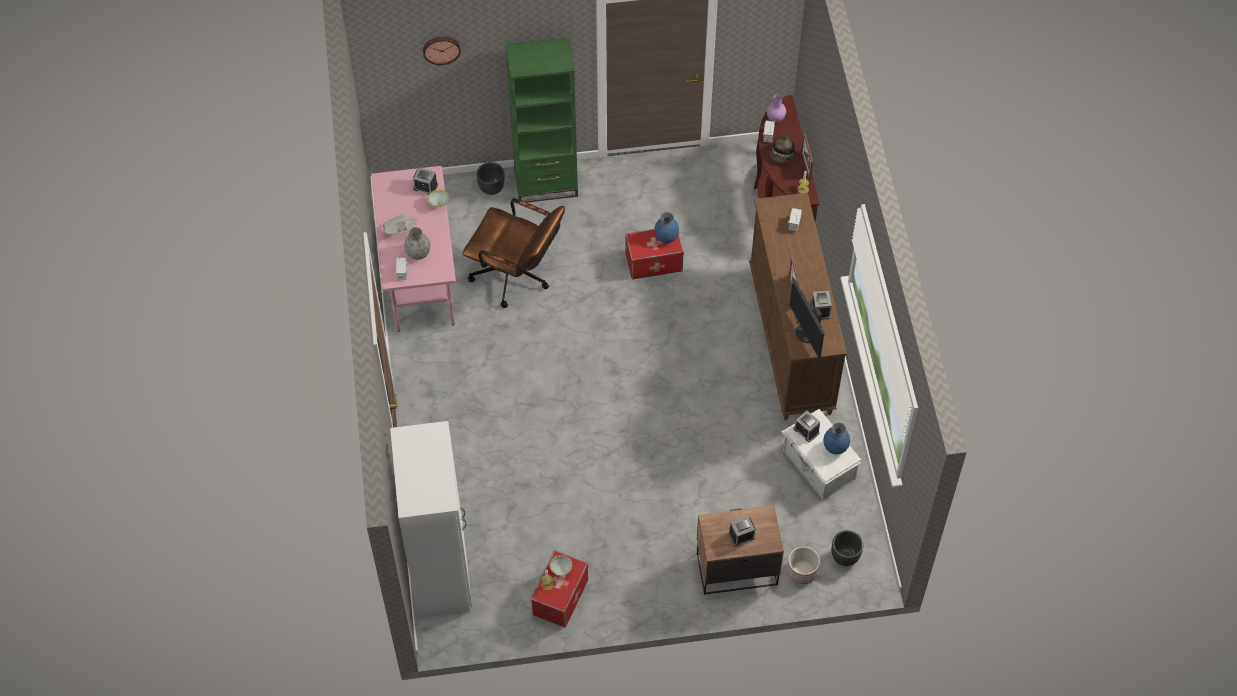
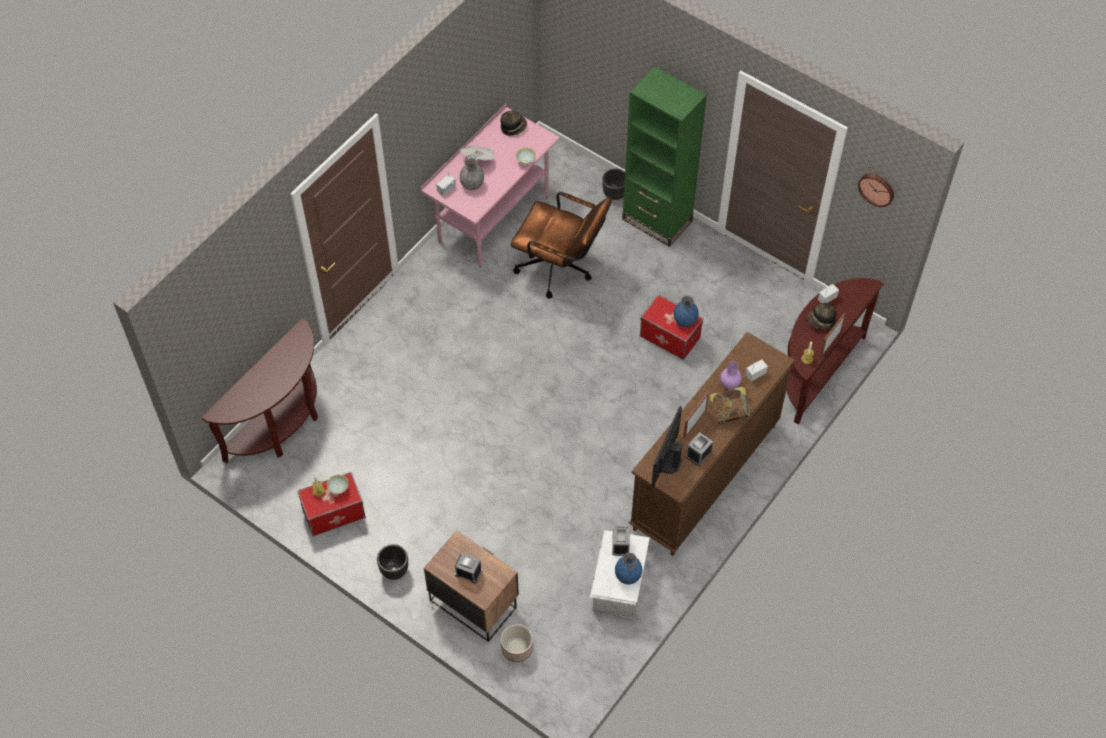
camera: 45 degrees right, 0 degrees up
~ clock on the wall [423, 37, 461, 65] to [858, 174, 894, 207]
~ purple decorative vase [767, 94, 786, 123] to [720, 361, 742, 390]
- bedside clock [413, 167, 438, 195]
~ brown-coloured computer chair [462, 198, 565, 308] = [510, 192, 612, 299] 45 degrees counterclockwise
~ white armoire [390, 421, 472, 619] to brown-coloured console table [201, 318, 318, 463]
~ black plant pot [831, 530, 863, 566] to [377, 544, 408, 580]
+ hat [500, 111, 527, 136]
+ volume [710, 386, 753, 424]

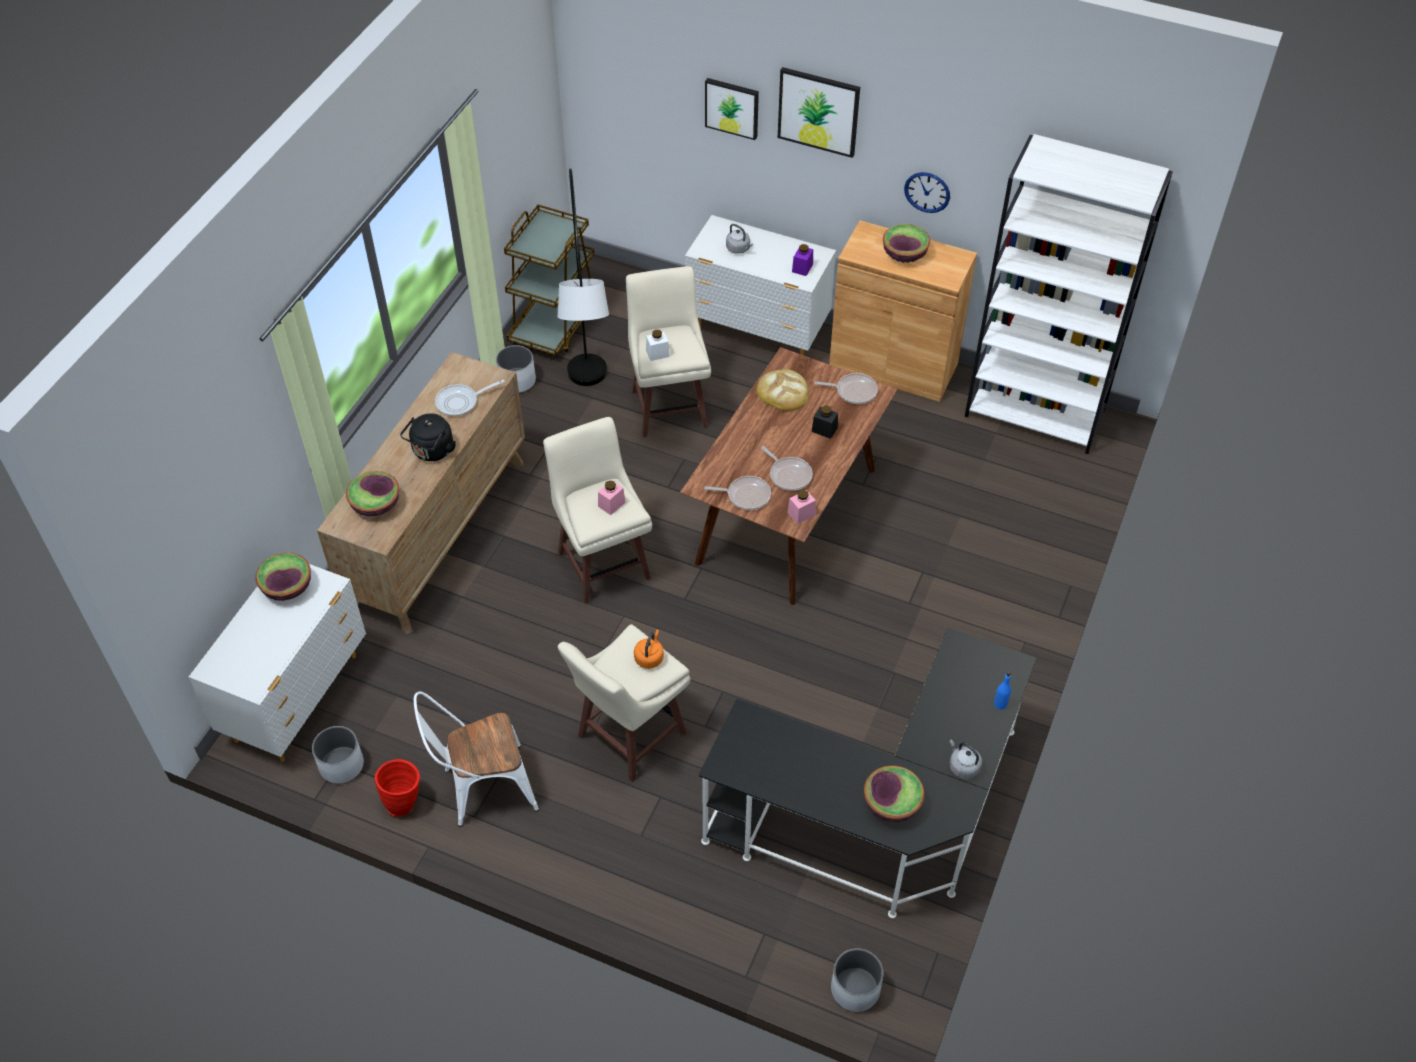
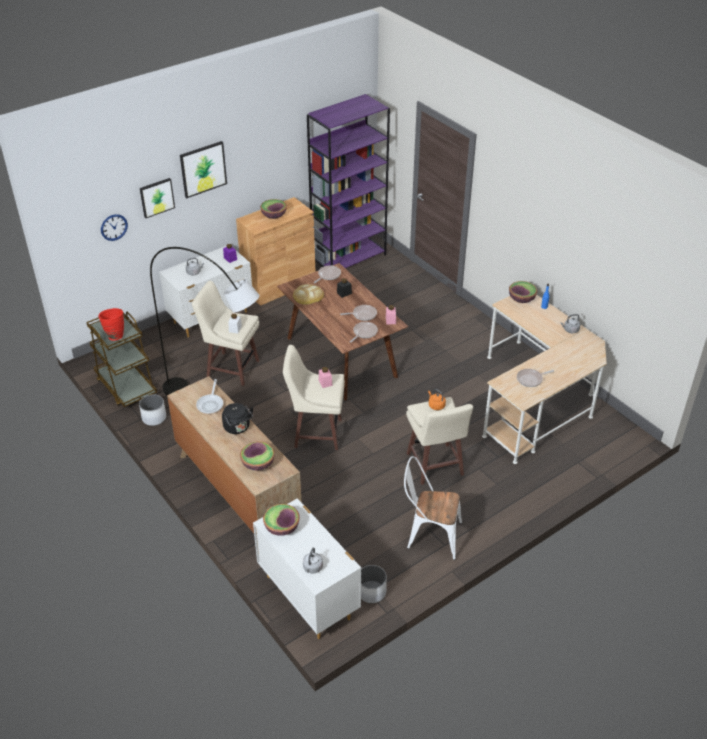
camera: 60 degrees left, 10 degrees down
~ white shelving unit [965, 134, 1173, 454] to purple shelving unit [307, 94, 390, 268]
~ clock on the wall [904, 172, 950, 213] to [101, 214, 128, 241]
~ black desk [698, 628, 1037, 918] to beige-coloured desk [482, 294, 607, 464]
~ white plain chair [414, 692, 539, 827] = [404, 456, 462, 560] 90 degrees clockwise
~ red decorative vase [375, 759, 420, 817] to [98, 308, 124, 341]
~ serving bowl [864, 765, 925, 822] to [509, 281, 537, 303]
- white plant pot [831, 949, 883, 1012]
+ skillet [517, 369, 554, 387]
+ gray tea kettle [303, 548, 323, 574]

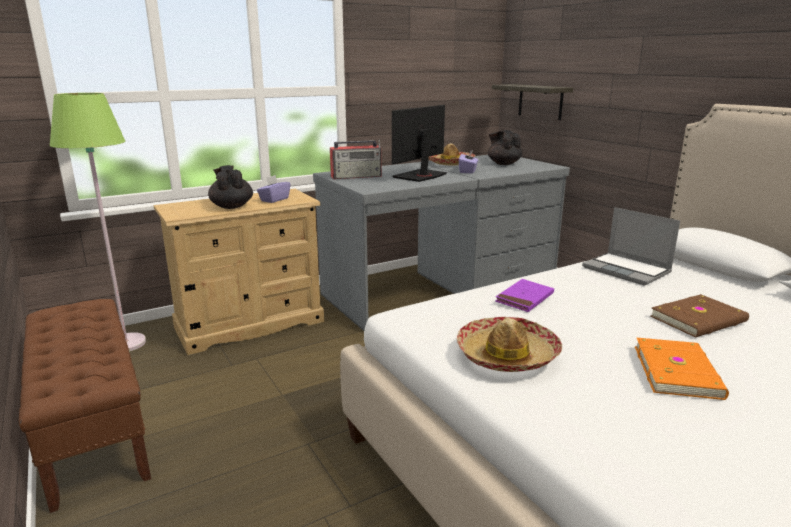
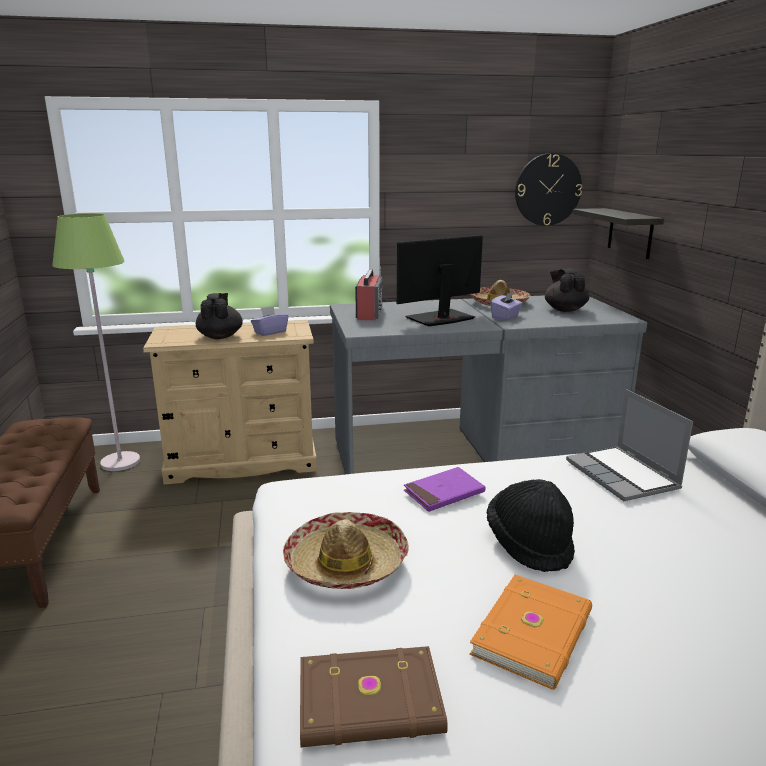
camera: 20 degrees right, 0 degrees up
~ radio receiver [330, 139, 382, 179] = [355, 267, 386, 321] 90 degrees counterclockwise
~ brown-coloured volume [650, 294, 749, 337] to [300, 646, 448, 747]
+ clock on the wall [515, 153, 582, 226]
+ black hat [487, 479, 575, 572]

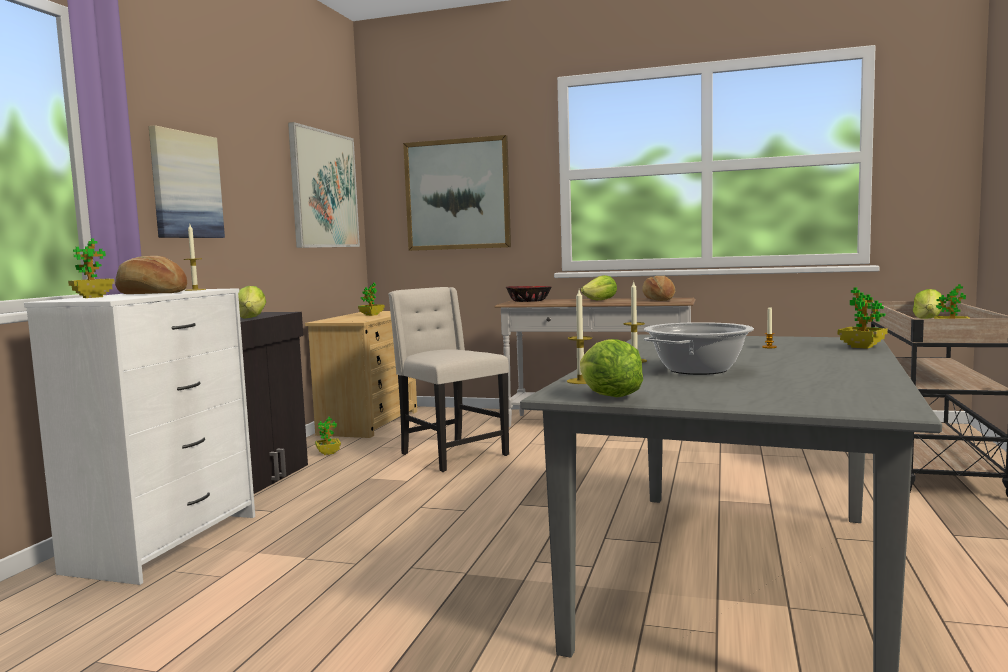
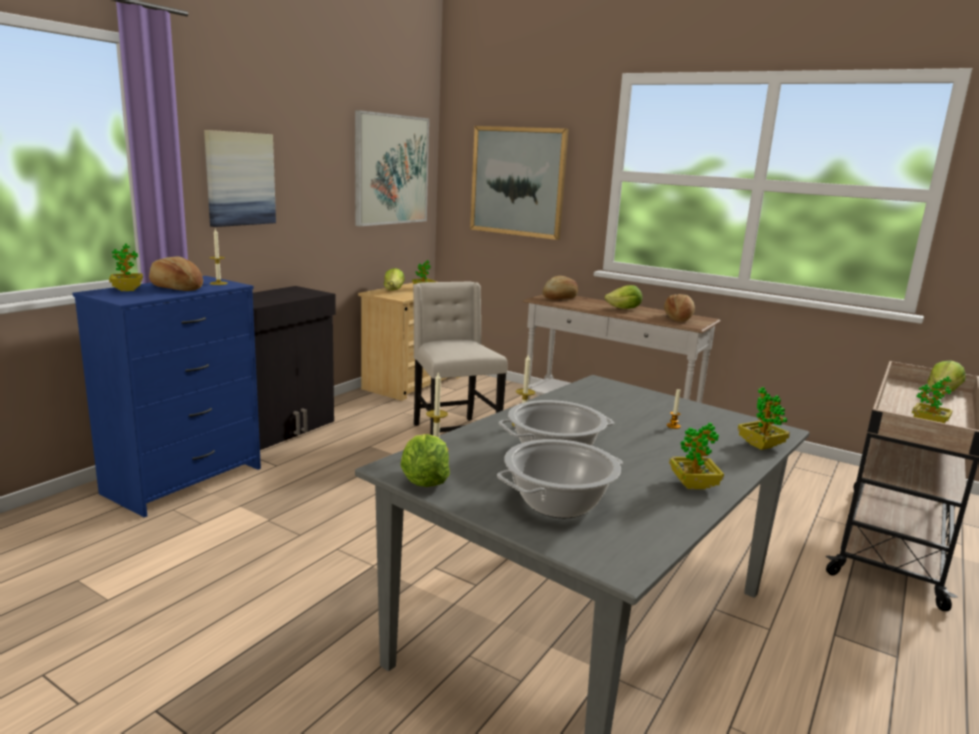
camera: 15 degrees right, 10 degrees up
~ head of lettuce [238, 286, 266, 319] to [384, 268, 405, 291]
~ serving bowl [506, 286, 551, 302] to bakery bread [542, 276, 578, 300]
~ white chest of drawers [24, 288, 255, 585] to blue-coloured chest of drawers [72, 276, 261, 517]
~ potted plant [315, 417, 341, 455] to [669, 423, 724, 489]
+ saucepot [497, 439, 623, 518]

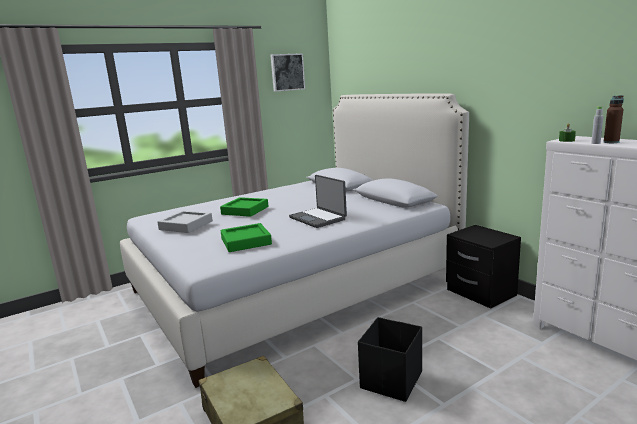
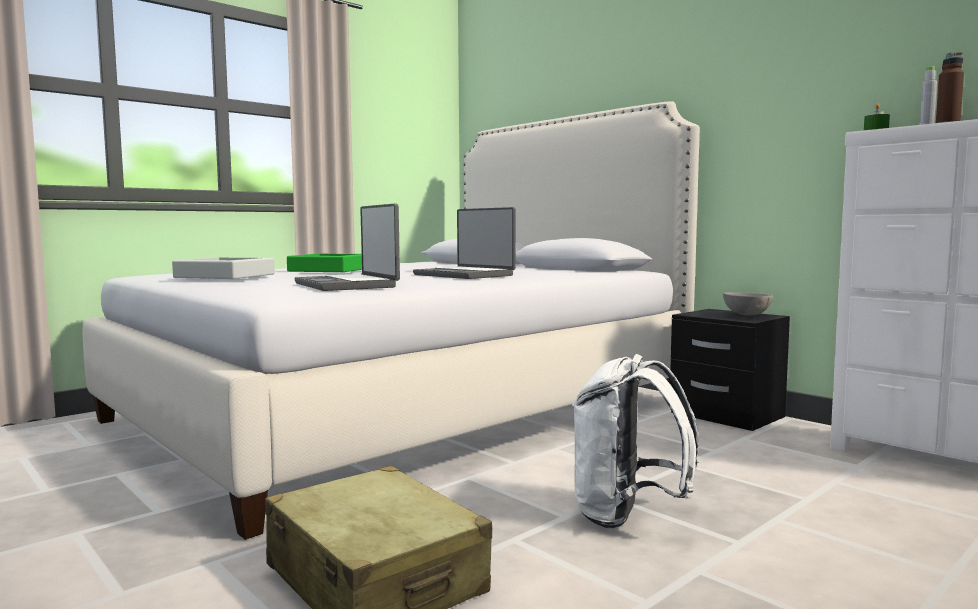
camera: 10 degrees left, 10 degrees down
- wall art [270, 53, 305, 92]
~ green-coloured tray [221, 223, 272, 252] to notebook computer [295, 204, 400, 291]
~ black storage bin [358, 317, 422, 402] to white backpack [572, 354, 699, 528]
+ gray serving bowl [723, 292, 774, 316]

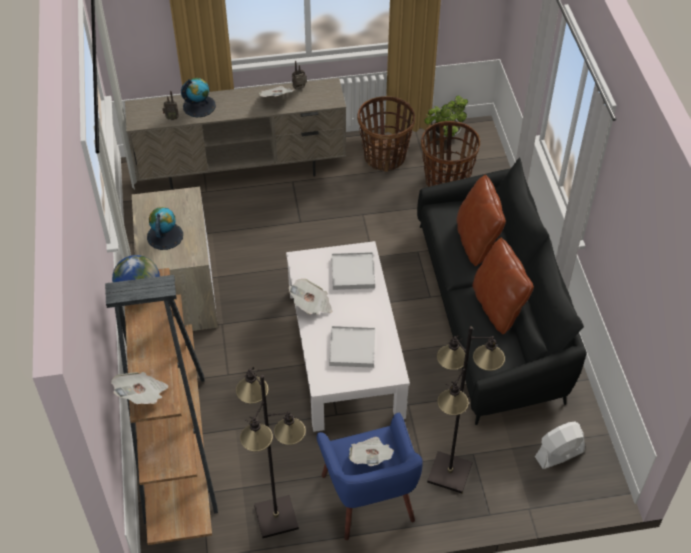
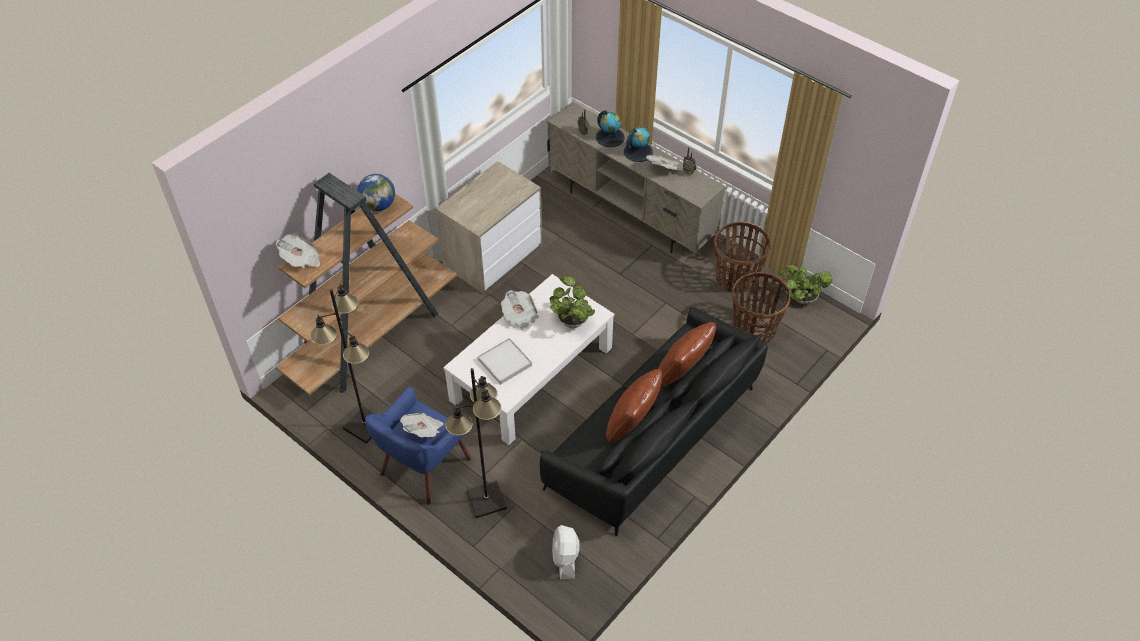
camera: 50 degrees right, 0 degrees up
~ world globe [147, 207, 183, 250] to [624, 127, 653, 162]
~ white tray [331, 252, 375, 290] to potted plant [550, 276, 595, 328]
~ white cooling fan [535, 422, 585, 469] = [552, 525, 579, 579] 120 degrees counterclockwise

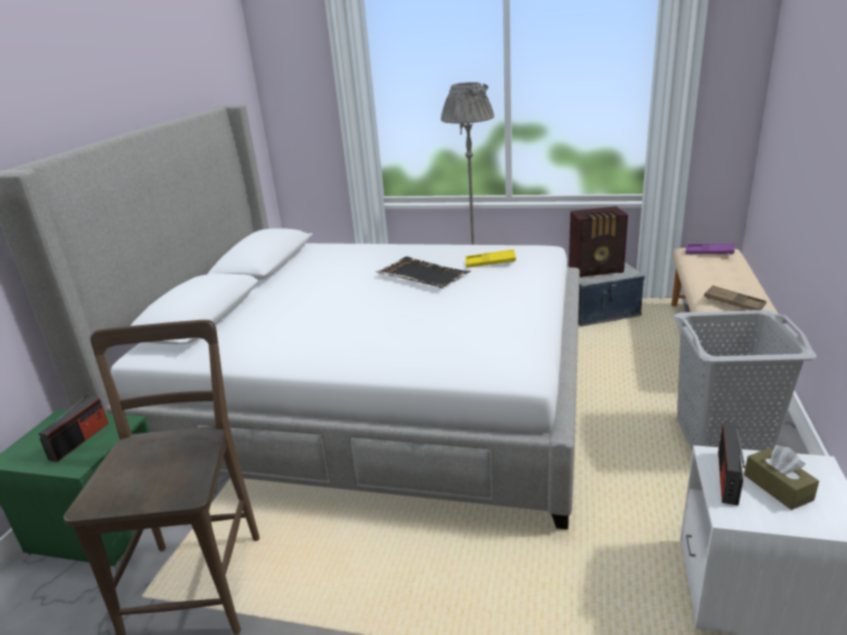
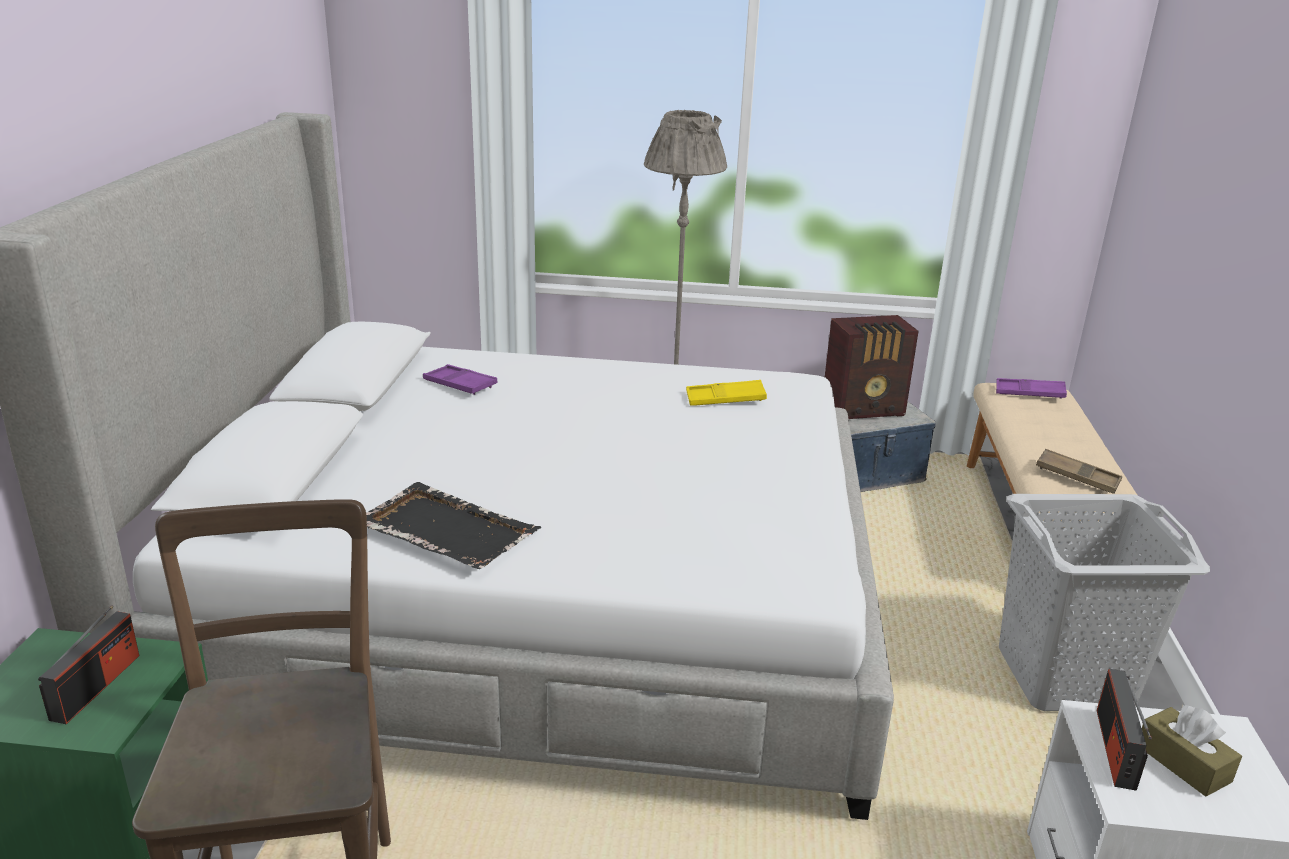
camera: 10 degrees left, 0 degrees up
~ black tray [376, 257, 471, 288] to [366, 482, 541, 569]
+ purple tray [423, 364, 498, 395]

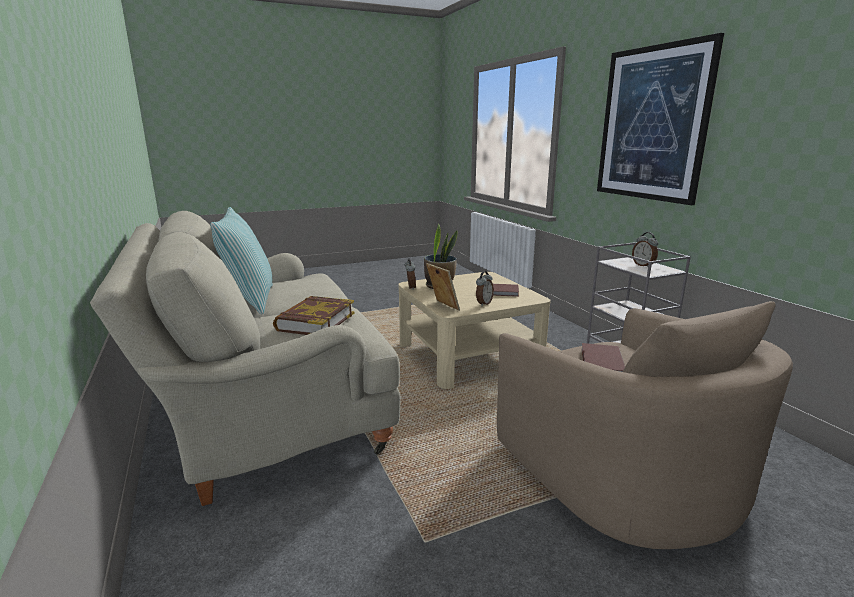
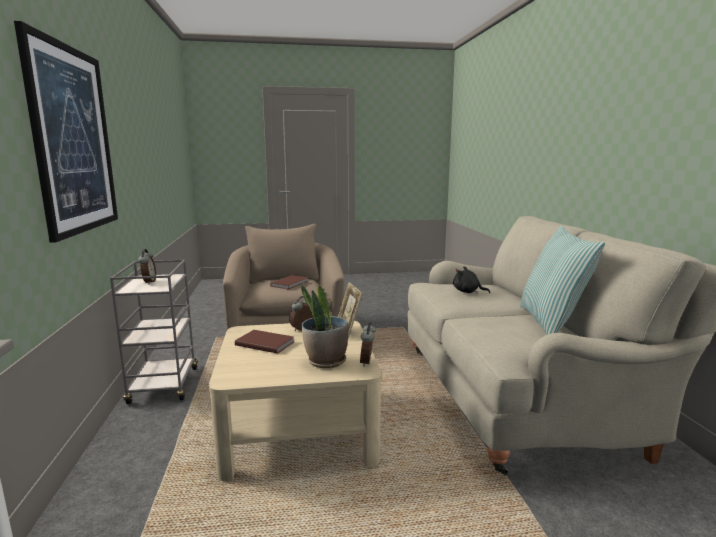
camera: 165 degrees left, 5 degrees down
~ volume [273, 296, 355, 335] to black soft toy [453, 266, 490, 294]

